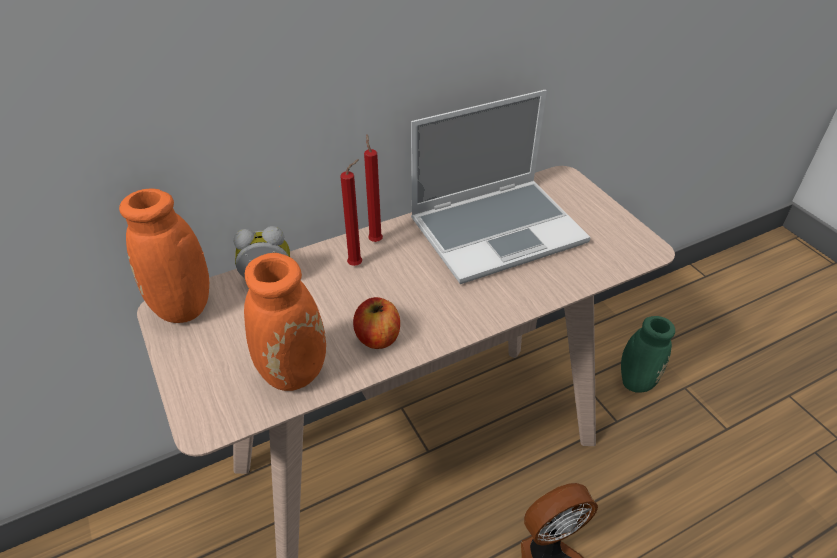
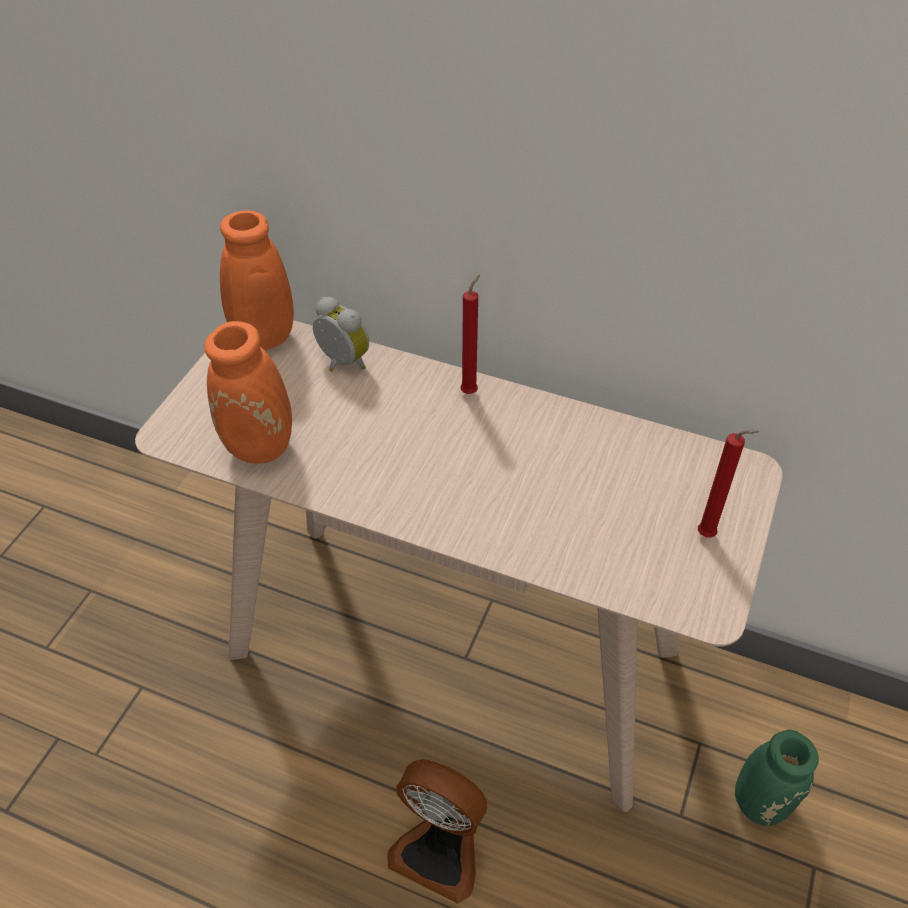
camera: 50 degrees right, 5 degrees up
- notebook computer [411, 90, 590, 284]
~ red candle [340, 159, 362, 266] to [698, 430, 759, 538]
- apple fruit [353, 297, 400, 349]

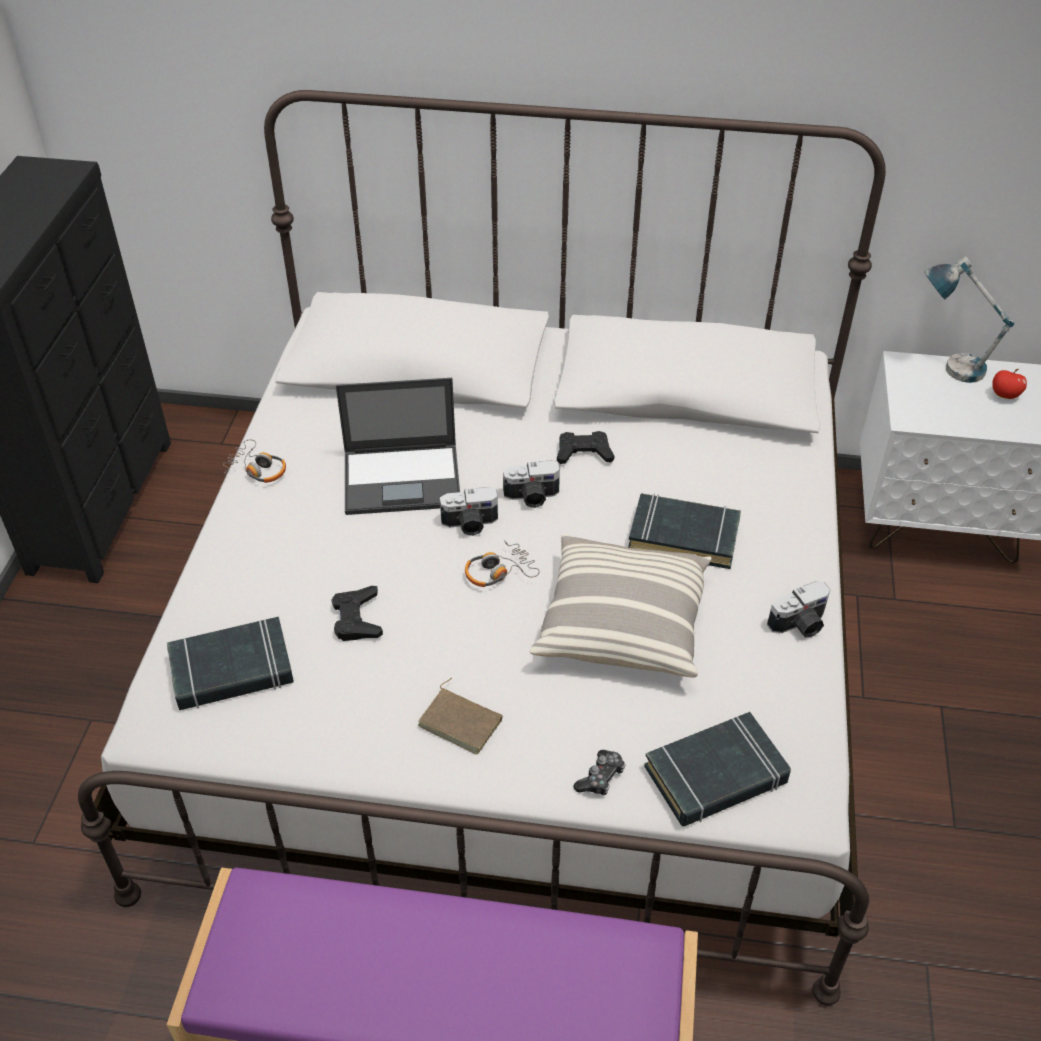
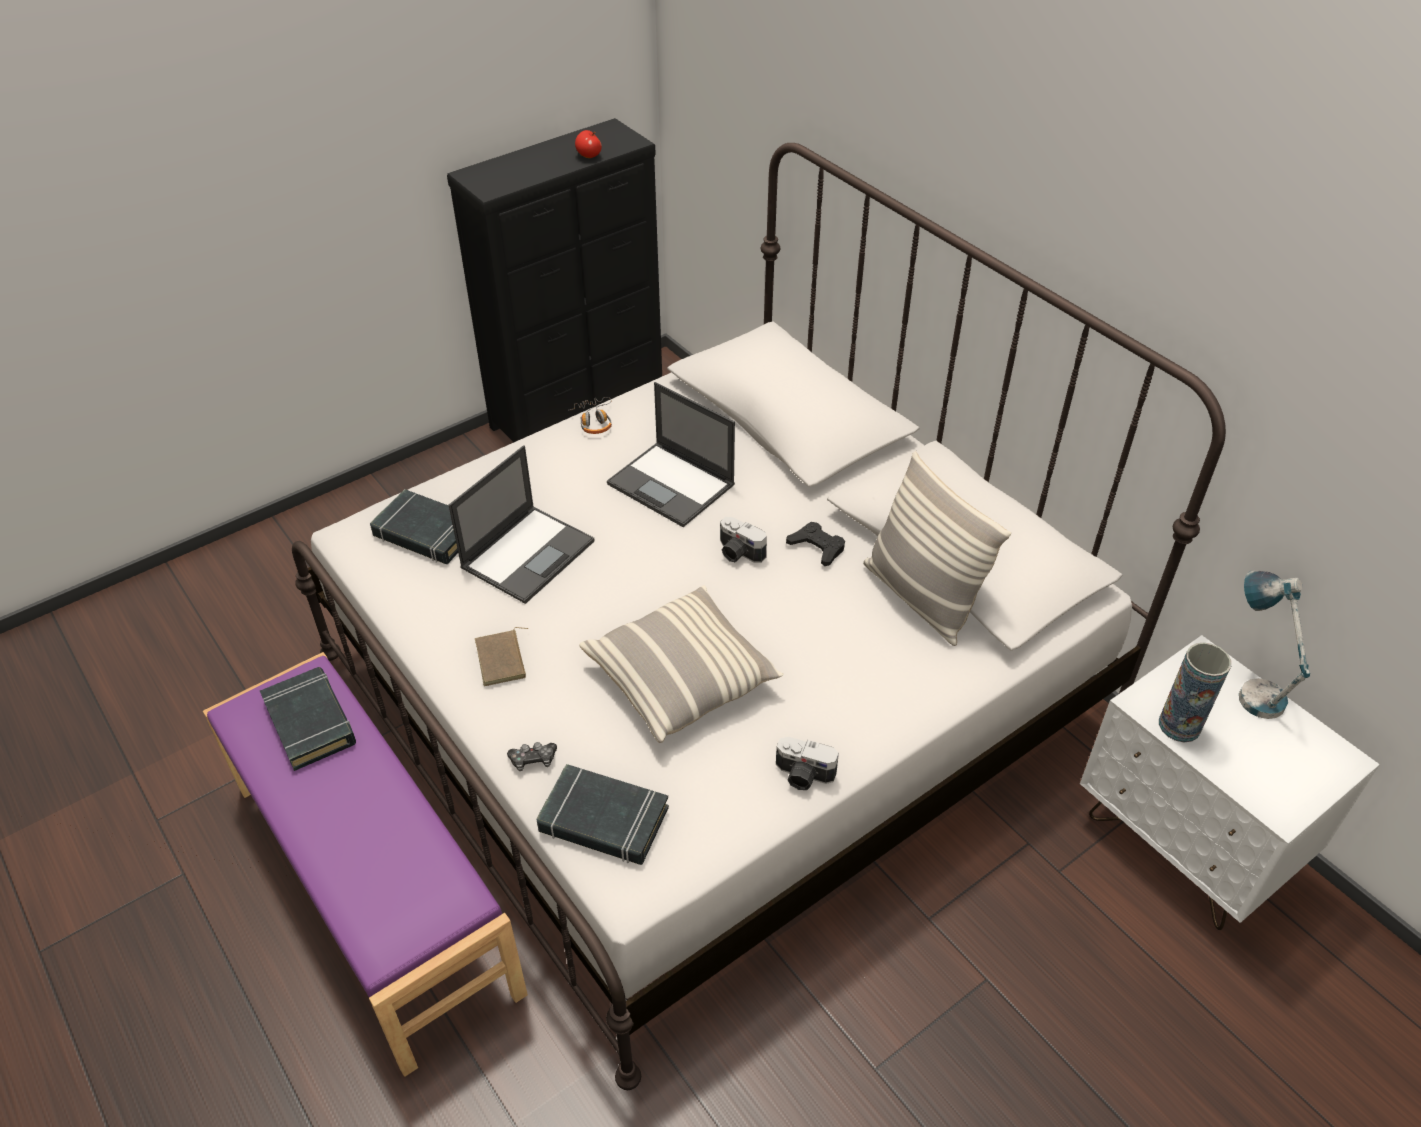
camera: 45 degrees right, 0 degrees up
~ apple fruit [992, 369, 1027, 399] to [575, 130, 602, 158]
- still camera [440, 487, 498, 536]
~ black volume [628, 493, 741, 569] to [260, 667, 356, 771]
- headphones [465, 540, 539, 587]
~ black joypad [332, 586, 383, 641] to notebook computer [449, 446, 594, 604]
+ cushion [863, 452, 1011, 646]
+ decorative vase [1159, 642, 1231, 742]

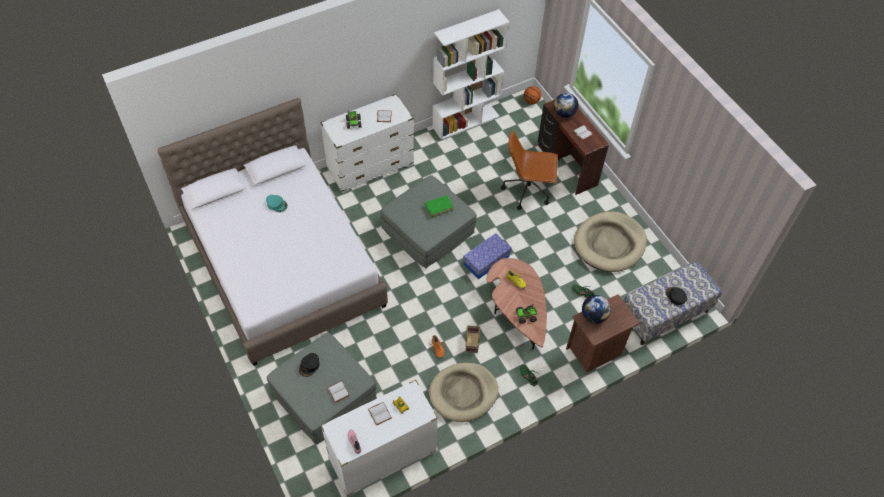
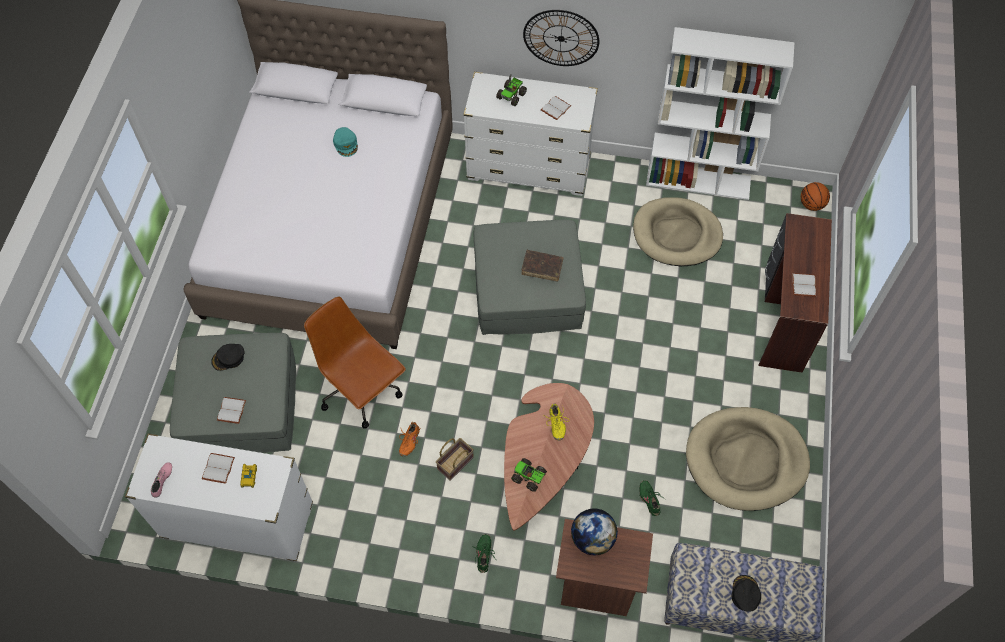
camera: 40 degrees right, 5 degrees up
- world globe [554, 93, 578, 118]
~ brown-coloured computer chair [501, 130, 558, 210] to [304, 296, 406, 429]
~ green-coloured volume [424, 195, 454, 218] to brown-coloured volume [521, 250, 563, 281]
- storage bin [463, 233, 512, 279]
~ beige-coloured pet bed [429, 362, 498, 422] to [633, 197, 723, 266]
+ clock on the wall [523, 10, 599, 66]

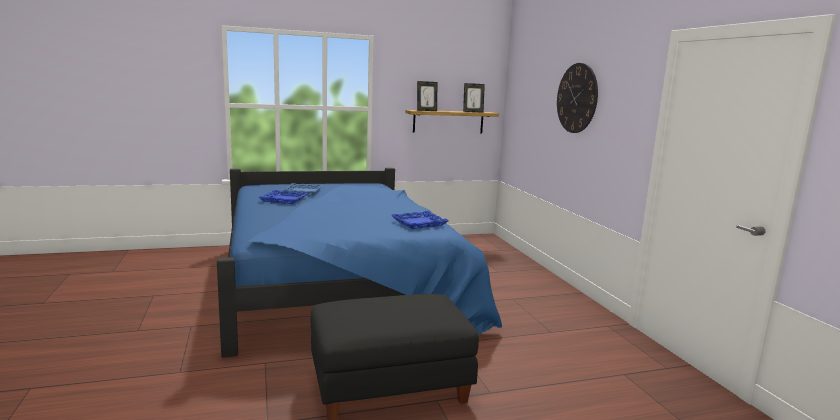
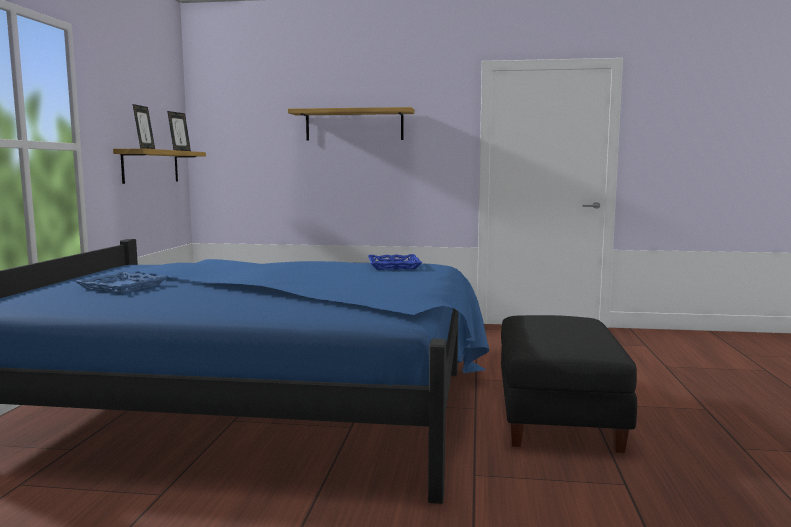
camera: 65 degrees left, 5 degrees down
~ clock on the wall [557, 63, 598, 133] to wall shelf [288, 107, 414, 140]
- blue-coloured tray [259, 190, 308, 204]

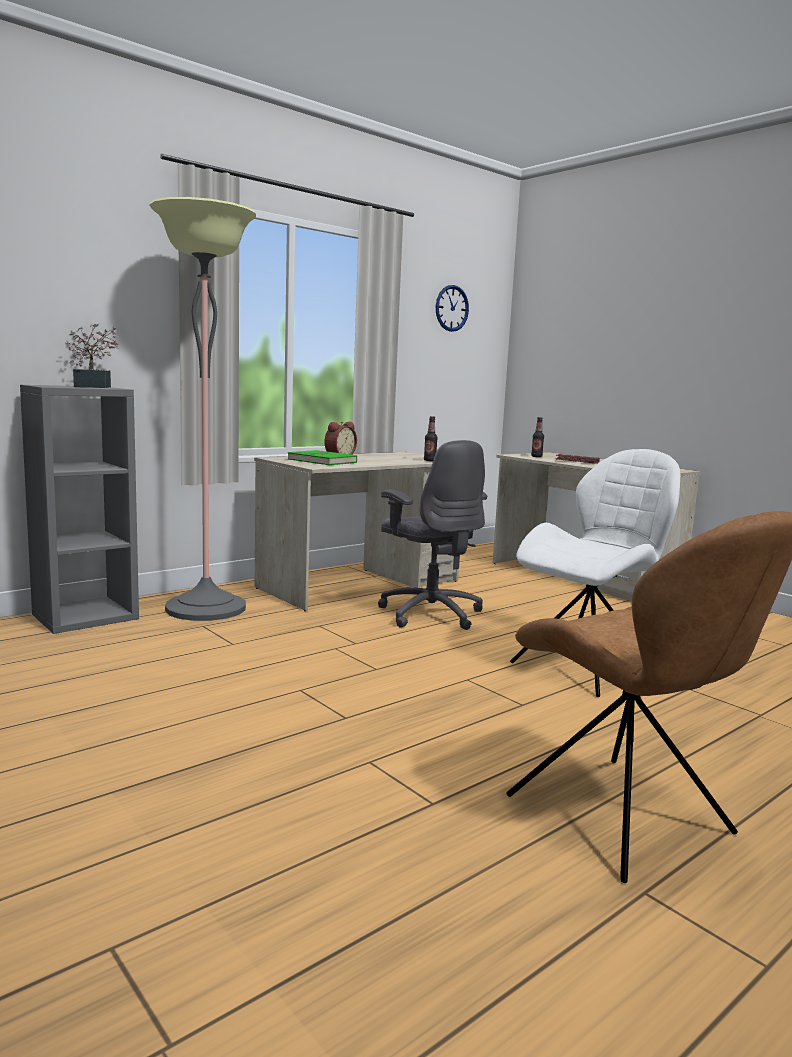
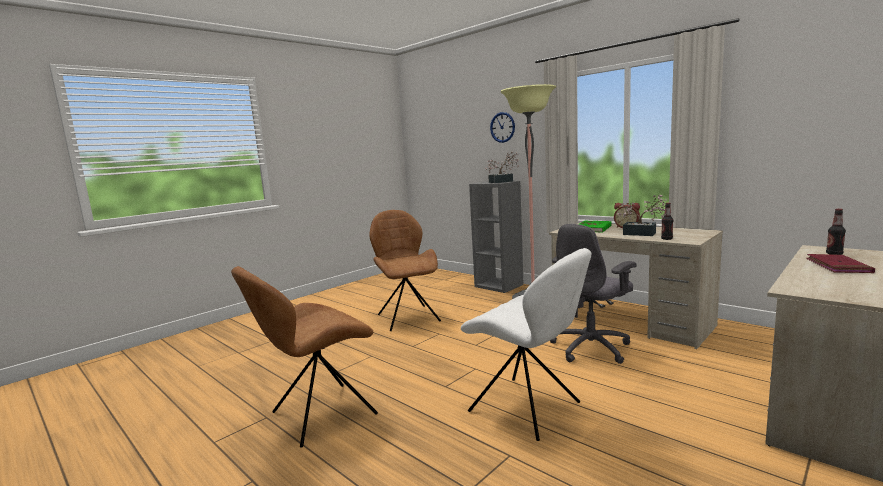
camera: 85 degrees right, 0 degrees up
~ clock on the wall [436, 285, 469, 332] to [490, 112, 515, 143]
+ potted plant [617, 194, 667, 236]
+ brown-coloured plain chair [369, 210, 441, 331]

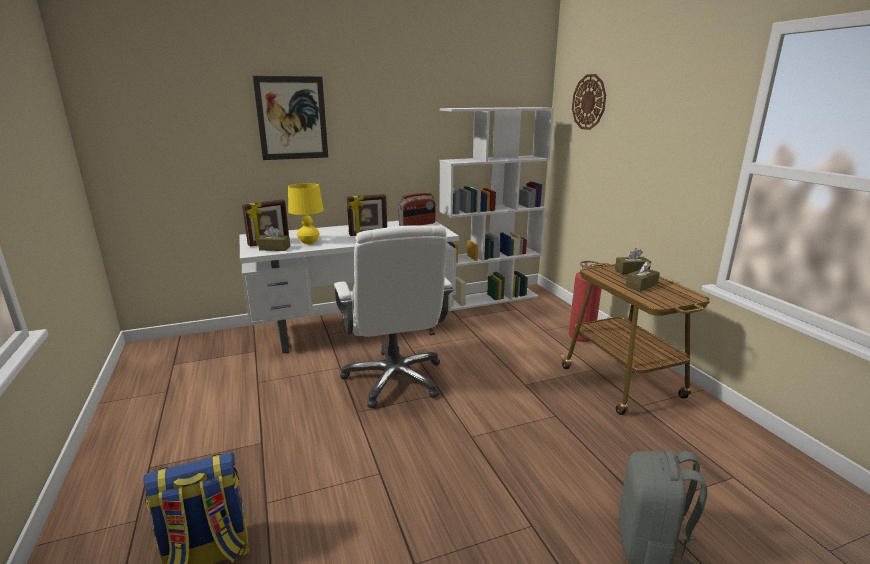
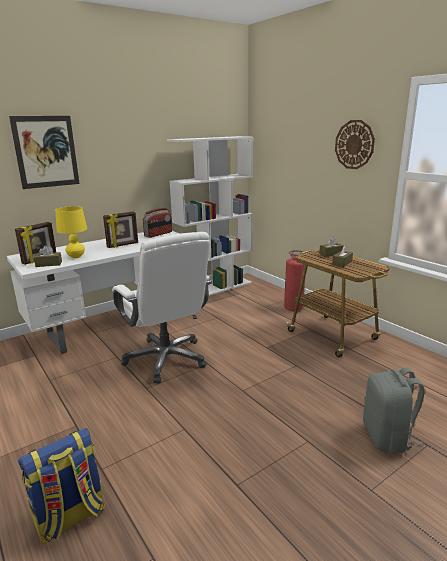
camera: 15 degrees left, 0 degrees up
~ clock on the wall [572, 74, 606, 130] to [335, 120, 375, 169]

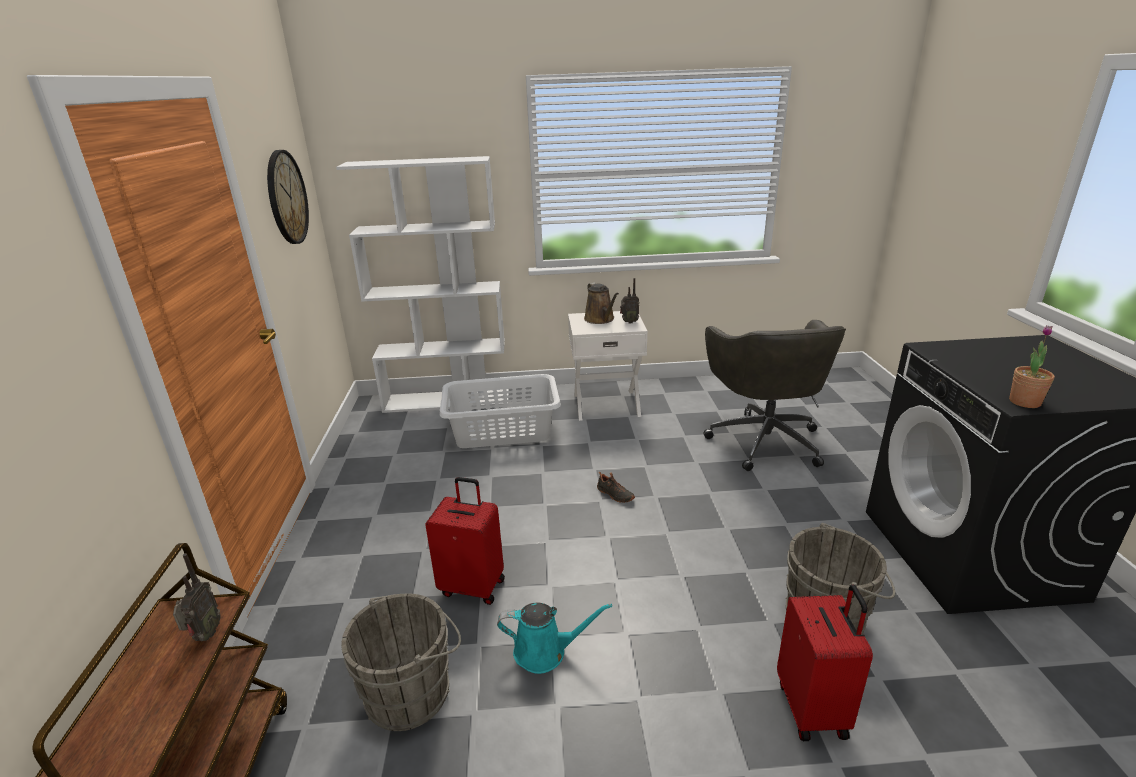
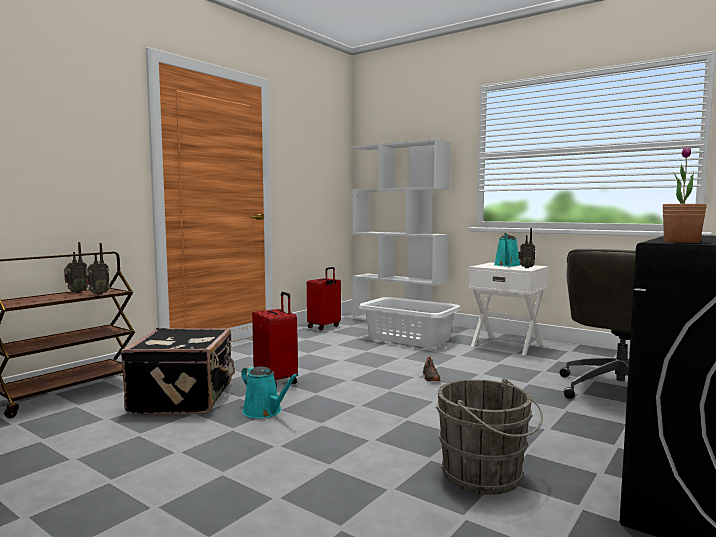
camera: 40 degrees right, 20 degrees down
- clock on the wall [267, 150, 309, 244]
~ brown-coloured sprinkling can [584, 282, 619, 324] to turquoise-coloured sprinkling can [494, 233, 520, 267]
~ red travel case [777, 584, 873, 741] to [307, 267, 341, 330]
~ gray water bucket [341, 594, 461, 731] to black travel case [121, 328, 235, 415]
+ radio receiver [64, 242, 89, 293]

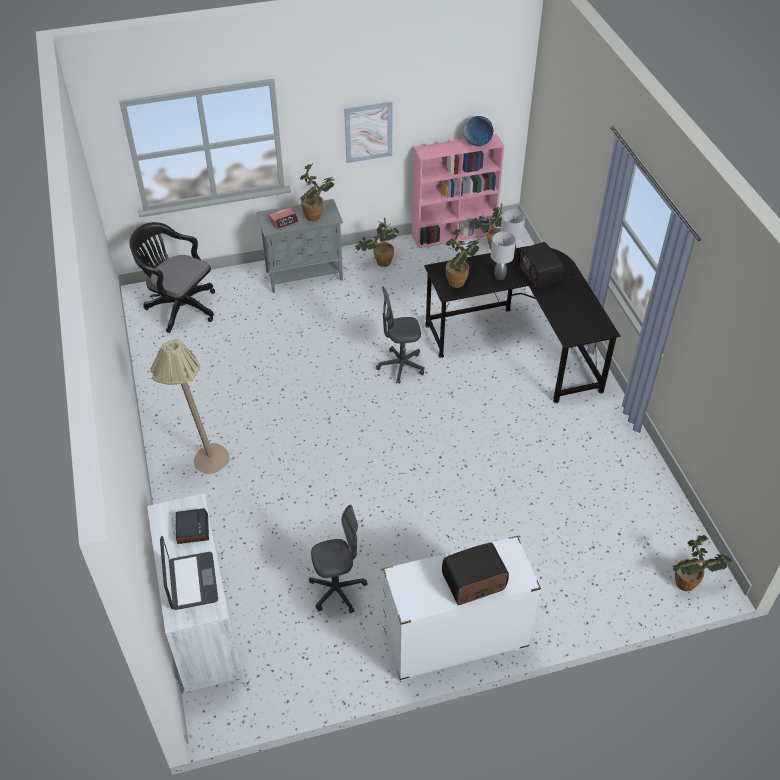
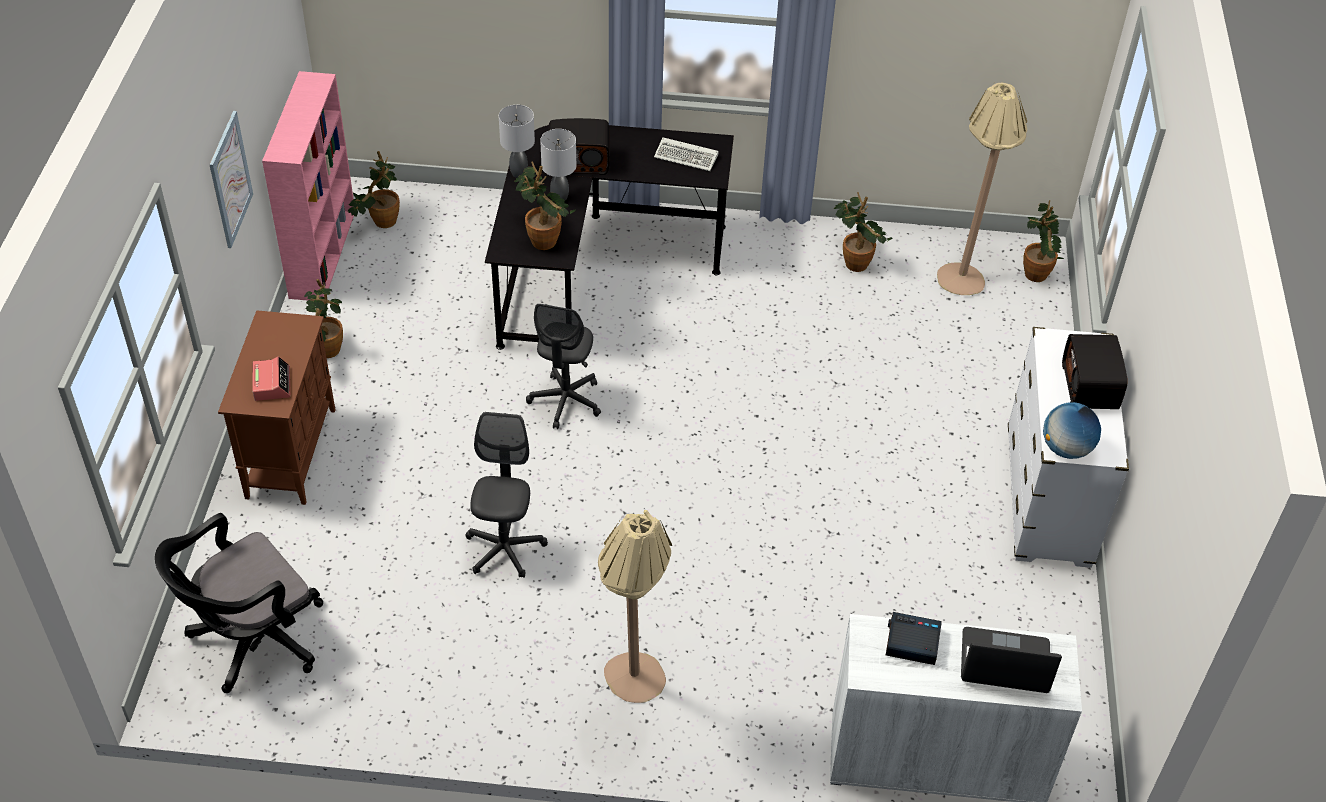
camera: 70 degrees left, 0 degrees up
~ world globe [464, 116, 493, 146] to [1043, 402, 1101, 459]
~ potted plant [300, 163, 334, 221] to [834, 192, 892, 272]
~ gray storage cabinet [257, 199, 343, 293] to brown-coloured storage cabinet [218, 310, 335, 505]
~ gray computer chair [309, 505, 367, 614] to [465, 412, 548, 578]
+ beige-coloured standard lamp [937, 83, 1027, 295]
+ keyboard [654, 137, 719, 171]

